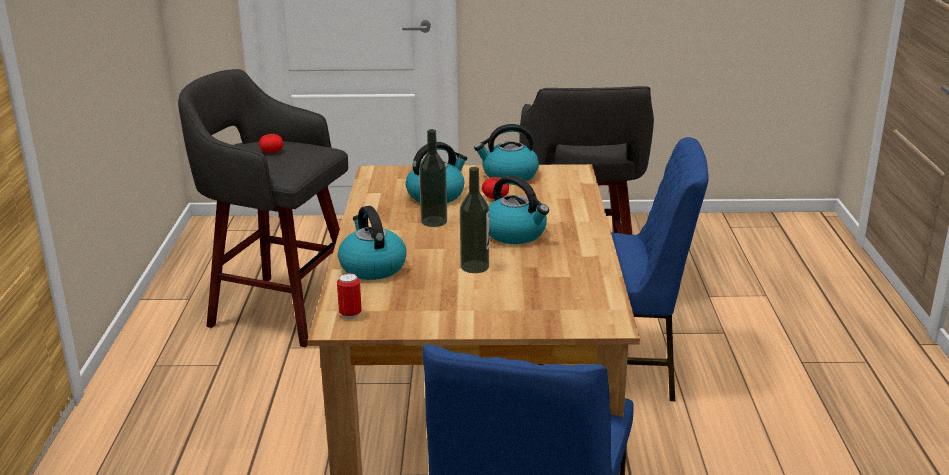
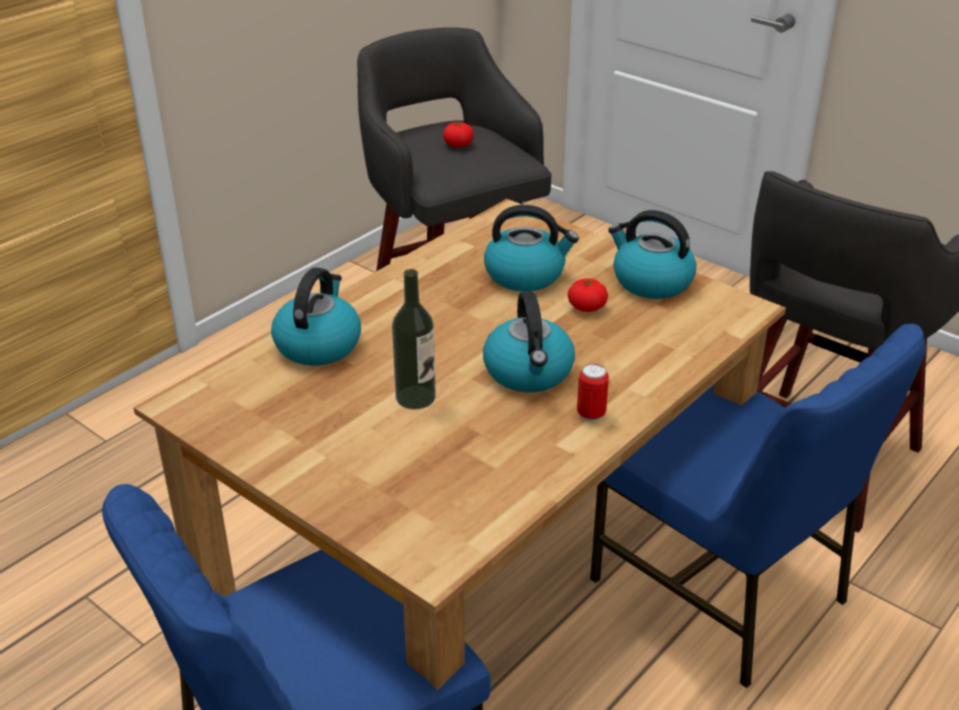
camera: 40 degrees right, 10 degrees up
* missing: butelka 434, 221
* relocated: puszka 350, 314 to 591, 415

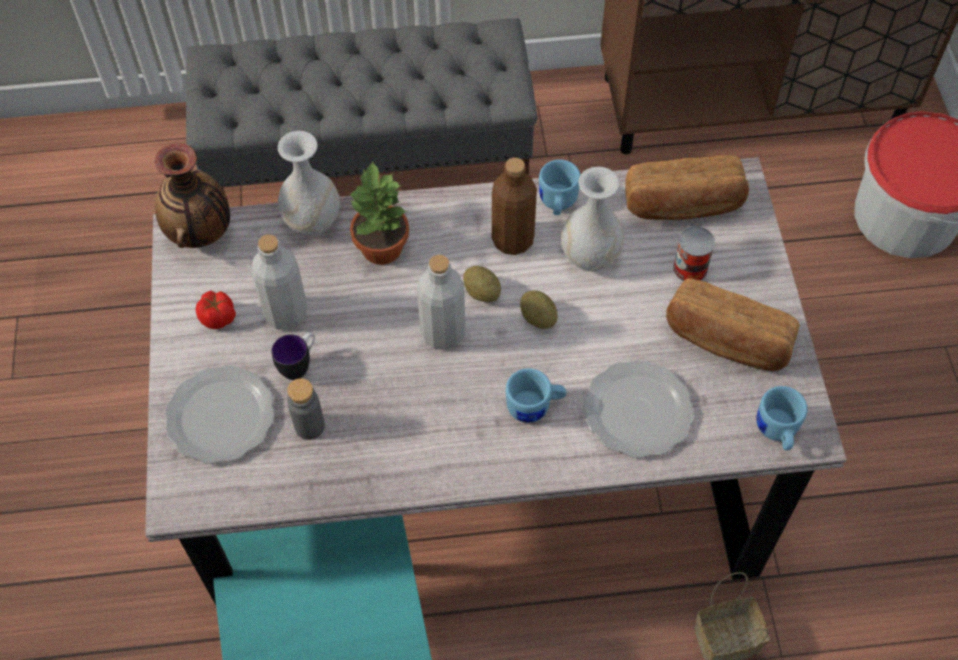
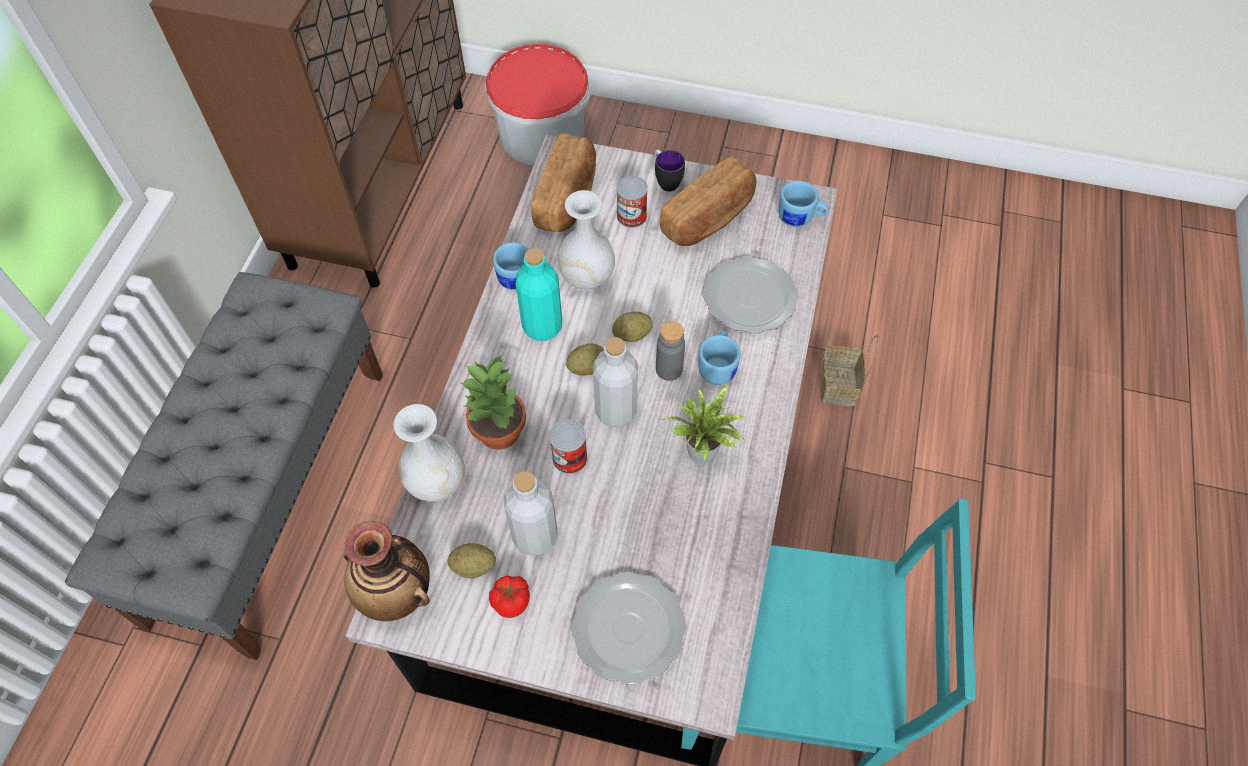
camera: 70 degrees left, 0 degrees up
* appeared: ziemniak 473, 566
* appeared: puszka 569, 458
* appeared: roślina doniczkowa 703, 454
* relocated: kubek 299, 365 to 665, 181
* relocated: butelka [szary] 309, 426 to 669, 369
* colour: butelka [brązowy] 512, 239 to butelka [turkusowy] 542, 326

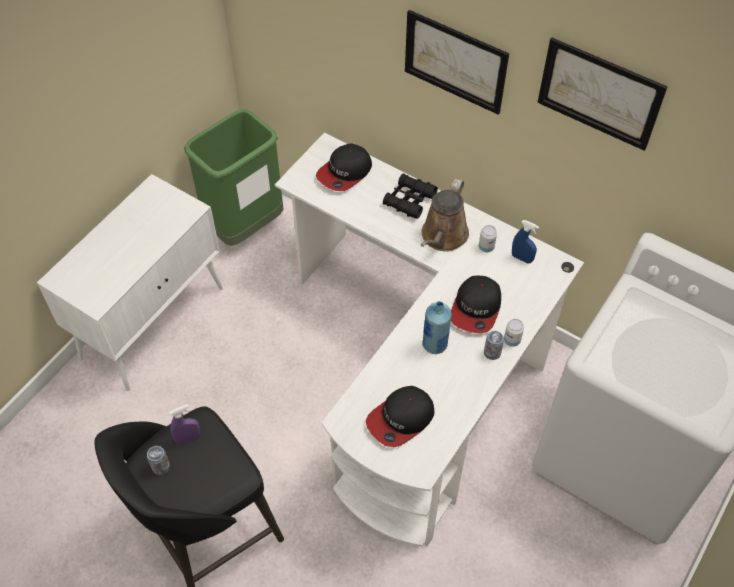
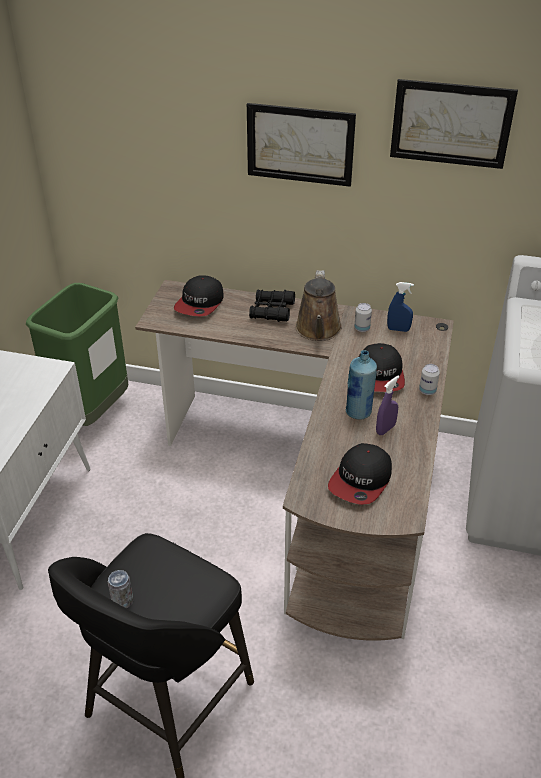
camera: 20 degrees left, 15 degrees down
* missing: puszka 492, 353
* relocated: spryskiwacz [fioletowy] 188, 438 to 385, 429
* colour: biurko [biały] 421, 372 to biurko [brązowy] 320, 487

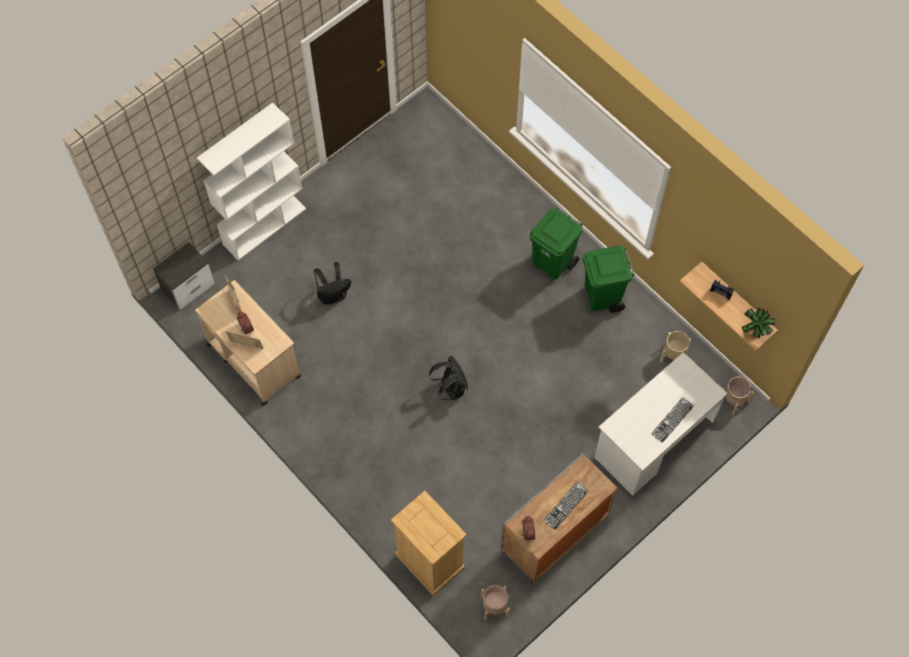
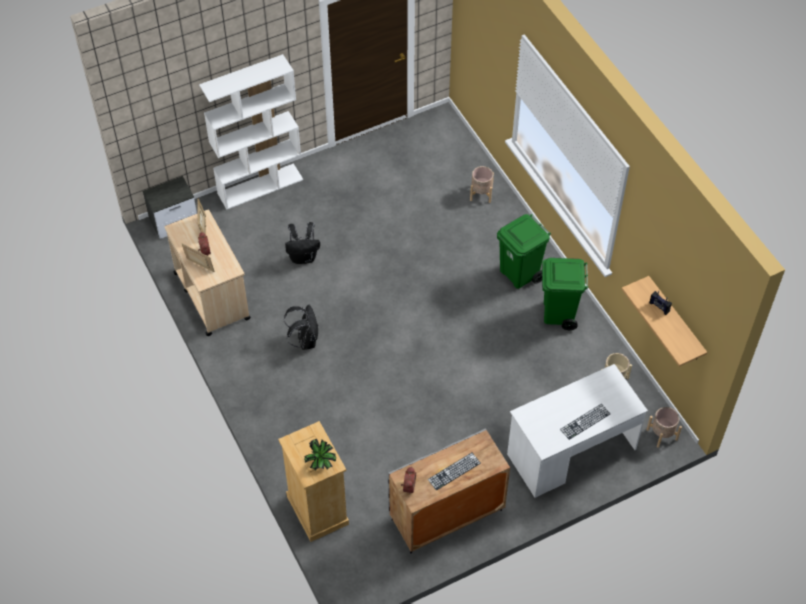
camera: 15 degrees right, 10 degrees down
* relocated: plecak [czarny] 450, 388 to 305, 340
* relocated: donica [beżowy] 495, 606 to 481, 194
* relocated: roślina doniczkowa 755, 331 to 321, 465

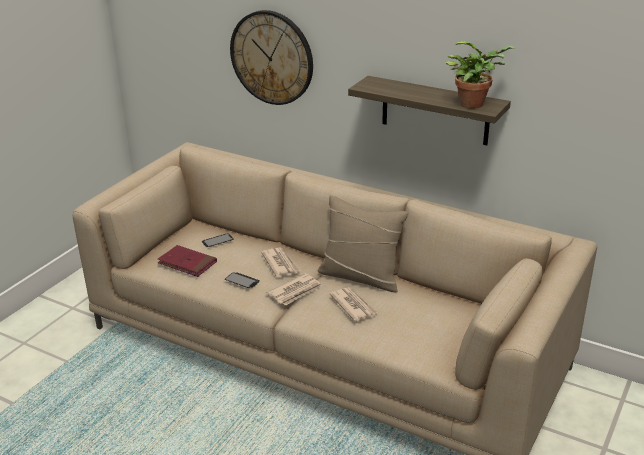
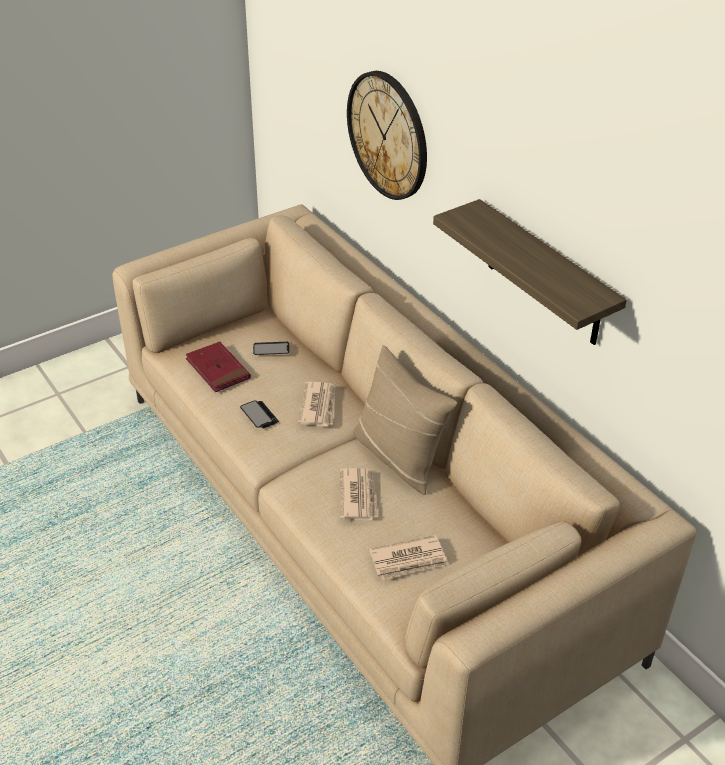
camera: 25 degrees right, 10 degrees up
* missing: roślina doniczkowa 474, 104
* relocated: gazeta 295, 291 to 409, 560

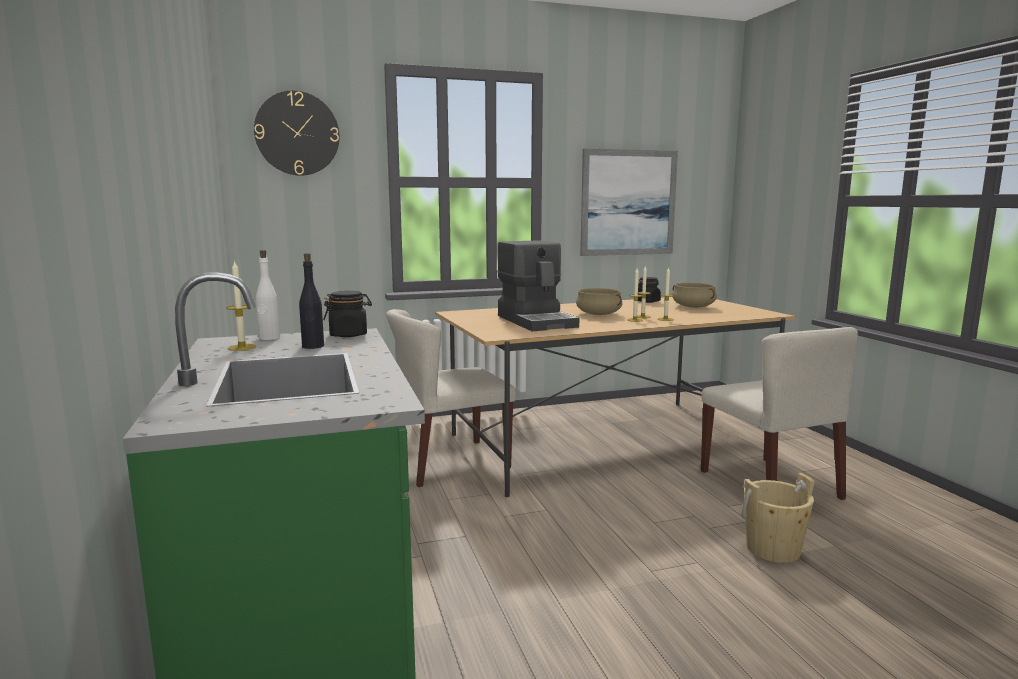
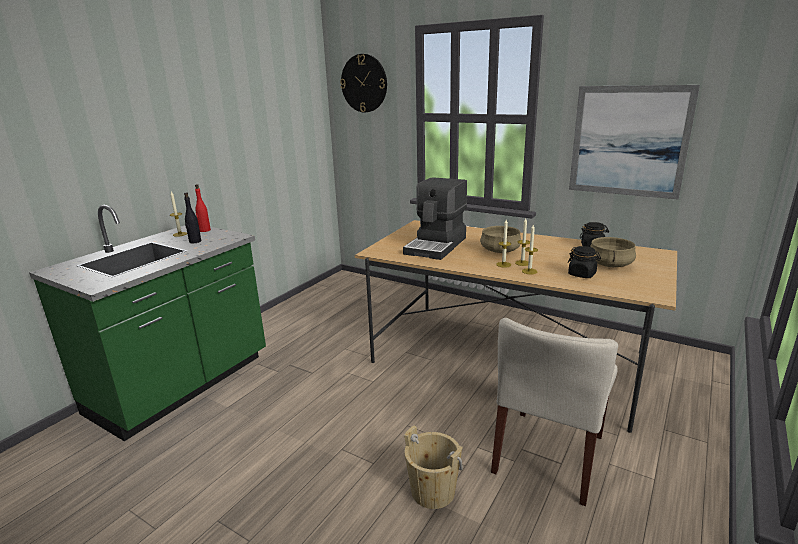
camera: 50 degrees right, 10 degrees up
* missing: krzesło [beżowy] 449, 462
* relocated: słoik [czarny] 349, 334 to 582, 274
* colour: butelka [biały] 269, 338 to butelka [czerwony] 204, 230

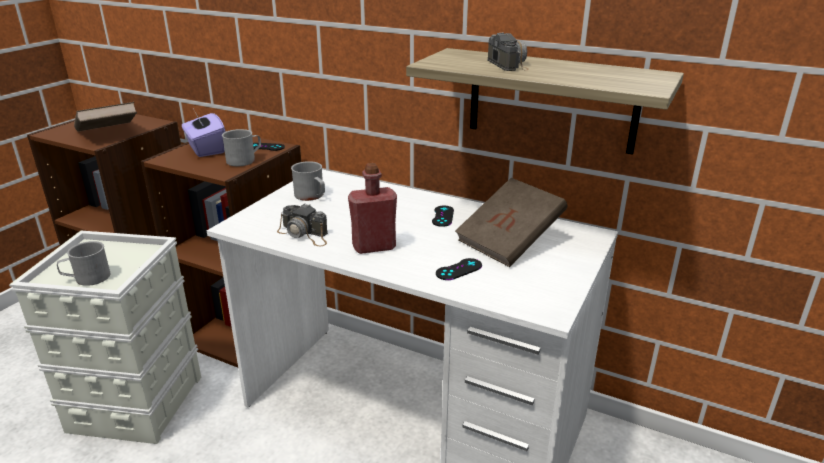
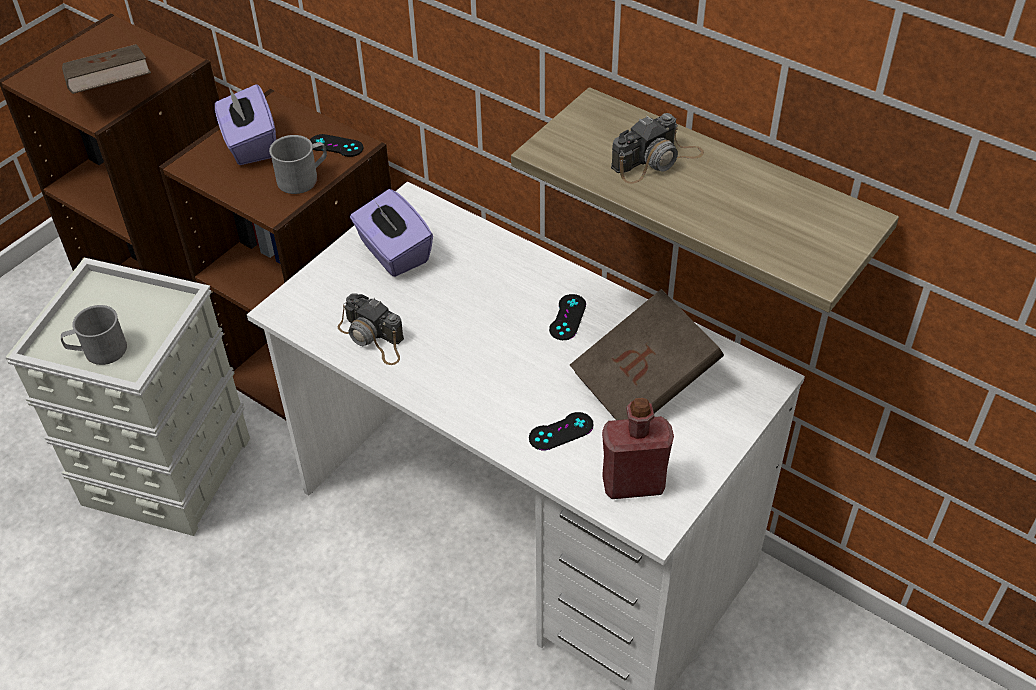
camera: 10 degrees right, 20 degrees up
* relocated: butelka [czerwony] 374, 246 to 633, 484
* exchanged: kubek [szary] 312, 196 to pudełko chusteczek [fioletowy] 393, 252
* spun: aparat fotograficzny 508, 63 = 657, 160 60 degrees clockwise

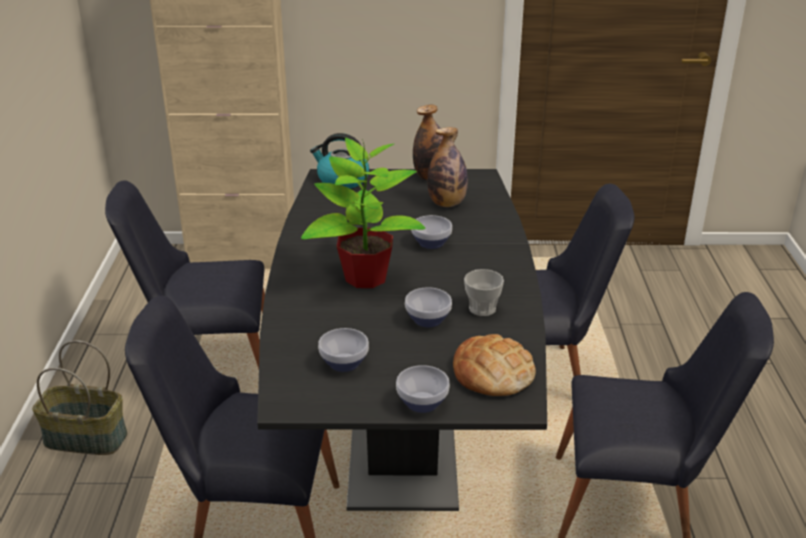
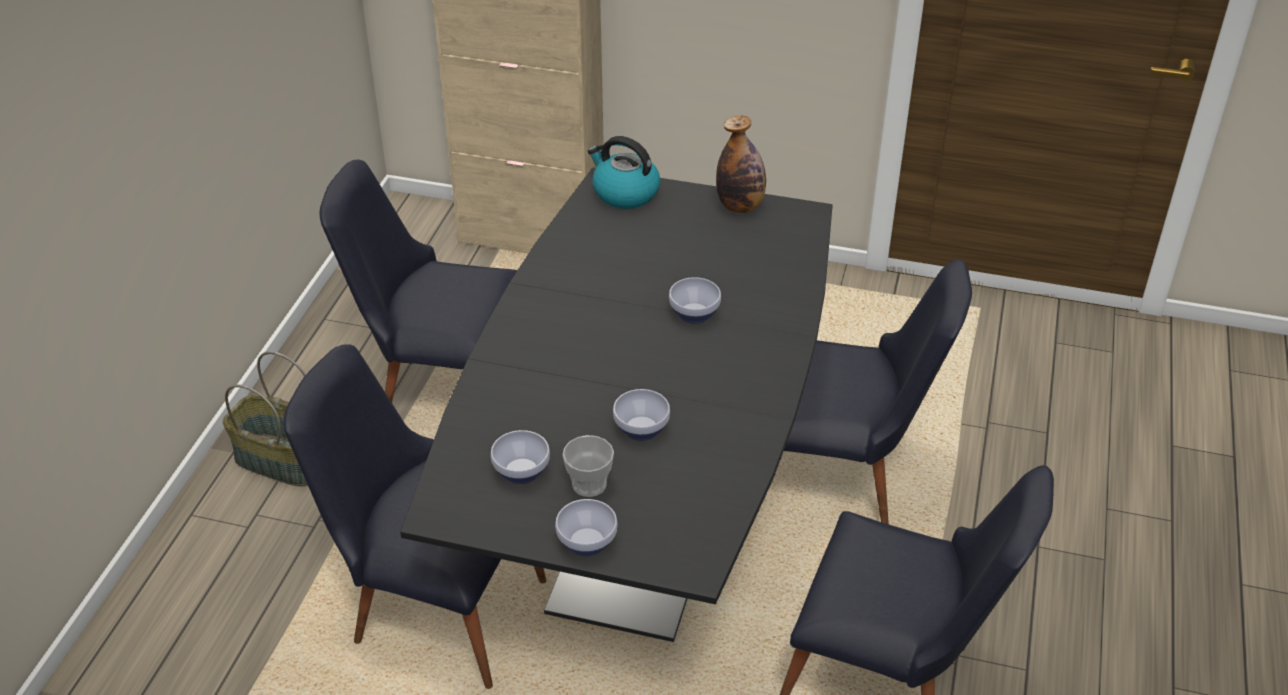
camera: 15 degrees right, 10 degrees up
* missing: roślina doniczkowa 364, 277
* missing: butelka 447, 203
* missing: chleb 493, 373
* relocated: filiżanka 482, 308 to 589, 484

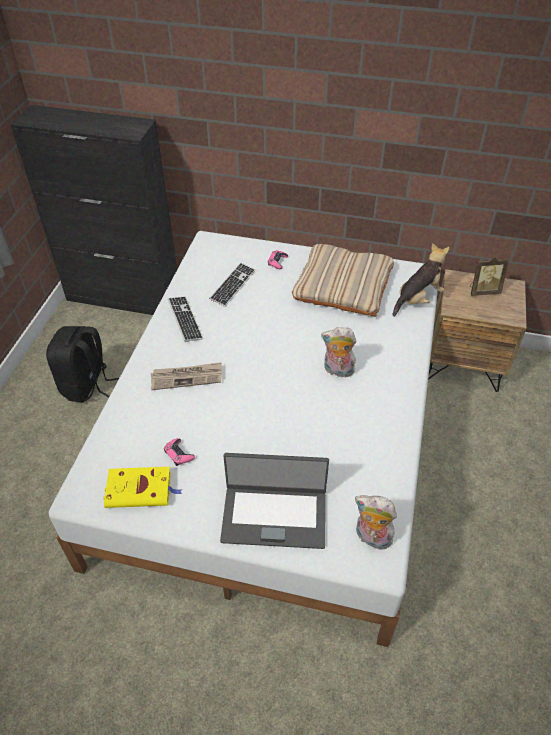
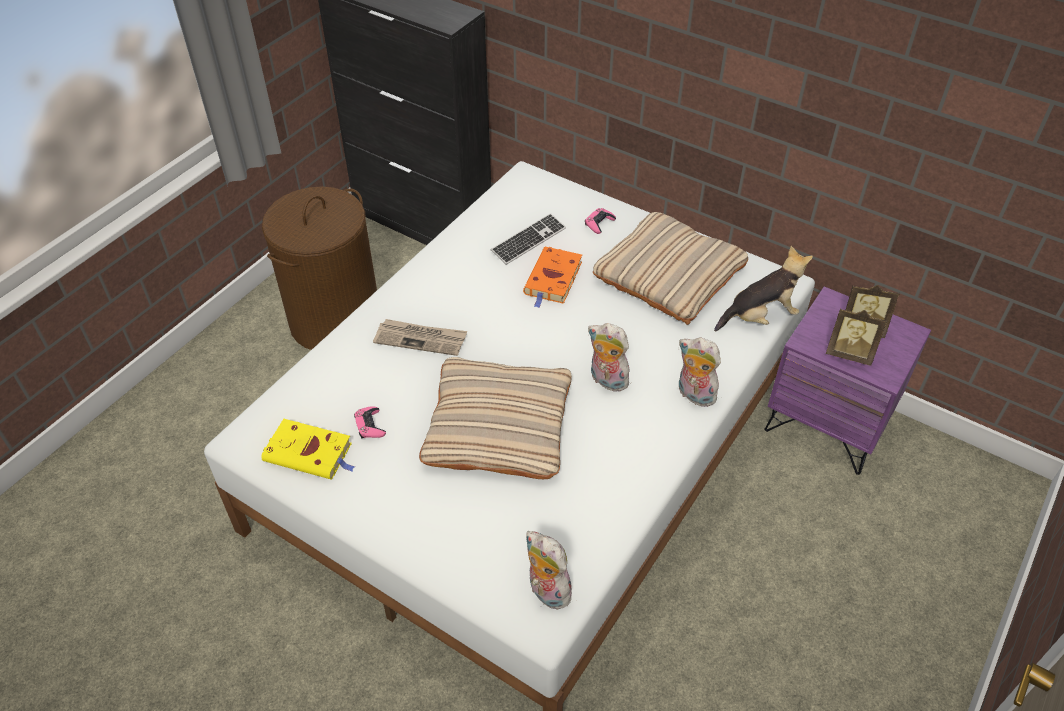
camera: 20 degrees right, 0 degrees up
* missing: klawiatura 185, 319
* missing: laptop 274, 515
* appeared: poduszka [beżowy] 498, 425
* appeared: książka [pomarańczowy] 553, 280
* appeared: pluszak 693, 395
* appeared: ramka na zdjęcie 849, 354
* exchanged: plecak [czarny] 86, 385 to kosz na pranie [brązowy] 335, 321
* colour: szafka nocna [brązowy] 463, 363 to szafka nocna [fioletowy] 827, 423

